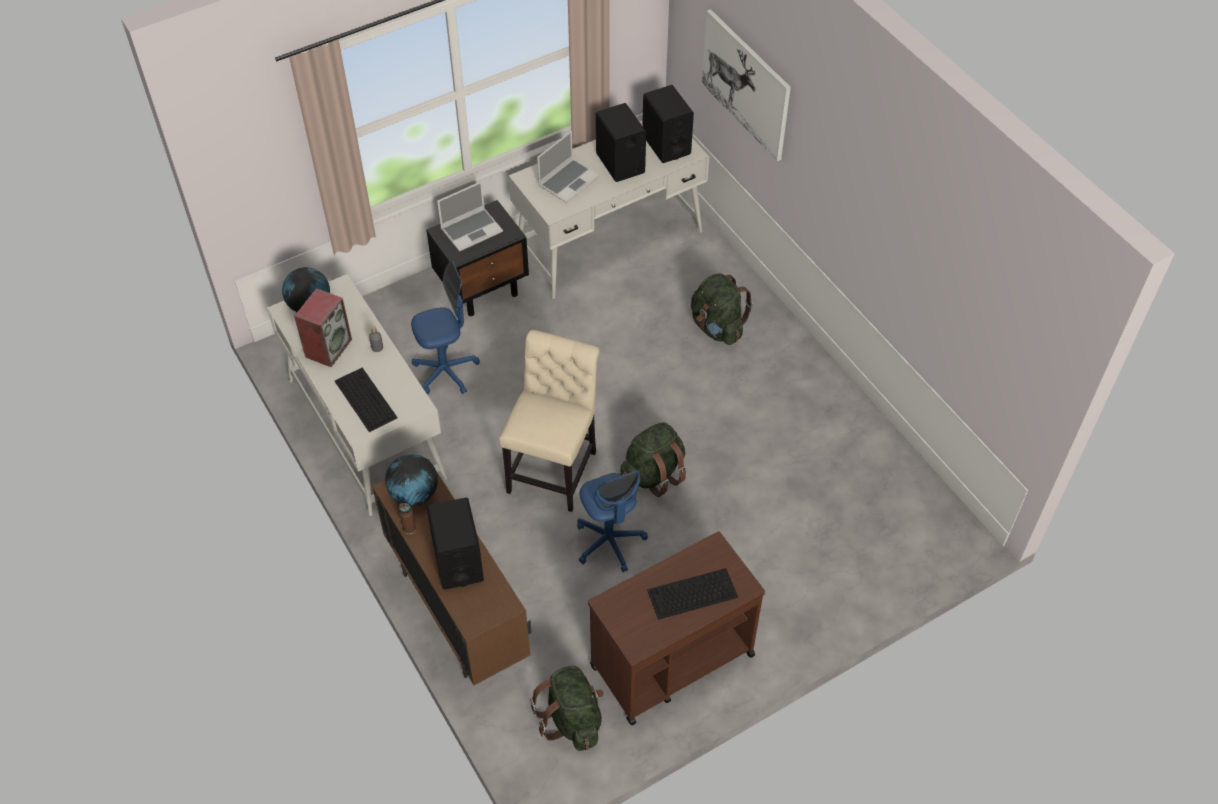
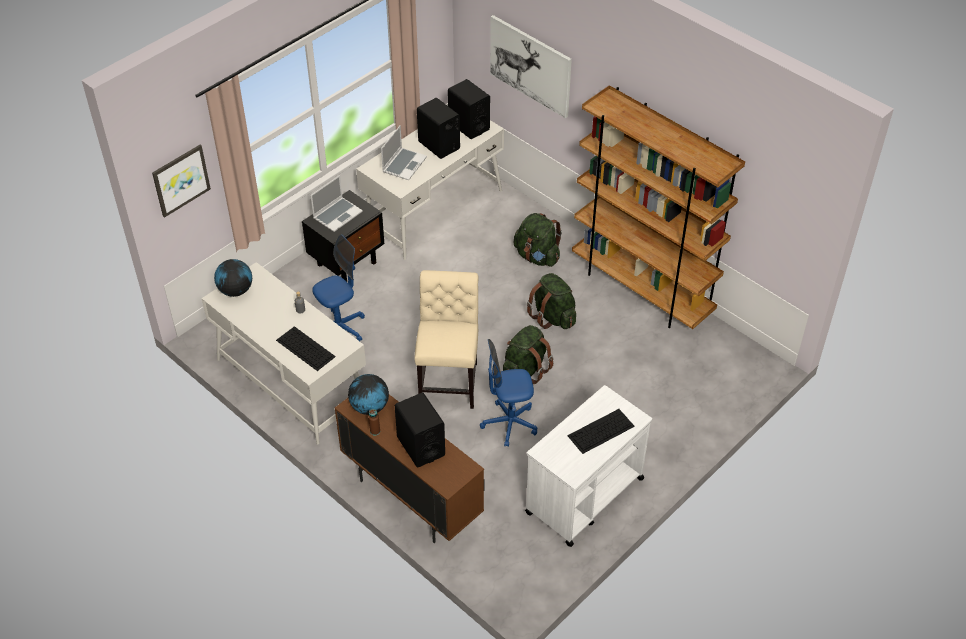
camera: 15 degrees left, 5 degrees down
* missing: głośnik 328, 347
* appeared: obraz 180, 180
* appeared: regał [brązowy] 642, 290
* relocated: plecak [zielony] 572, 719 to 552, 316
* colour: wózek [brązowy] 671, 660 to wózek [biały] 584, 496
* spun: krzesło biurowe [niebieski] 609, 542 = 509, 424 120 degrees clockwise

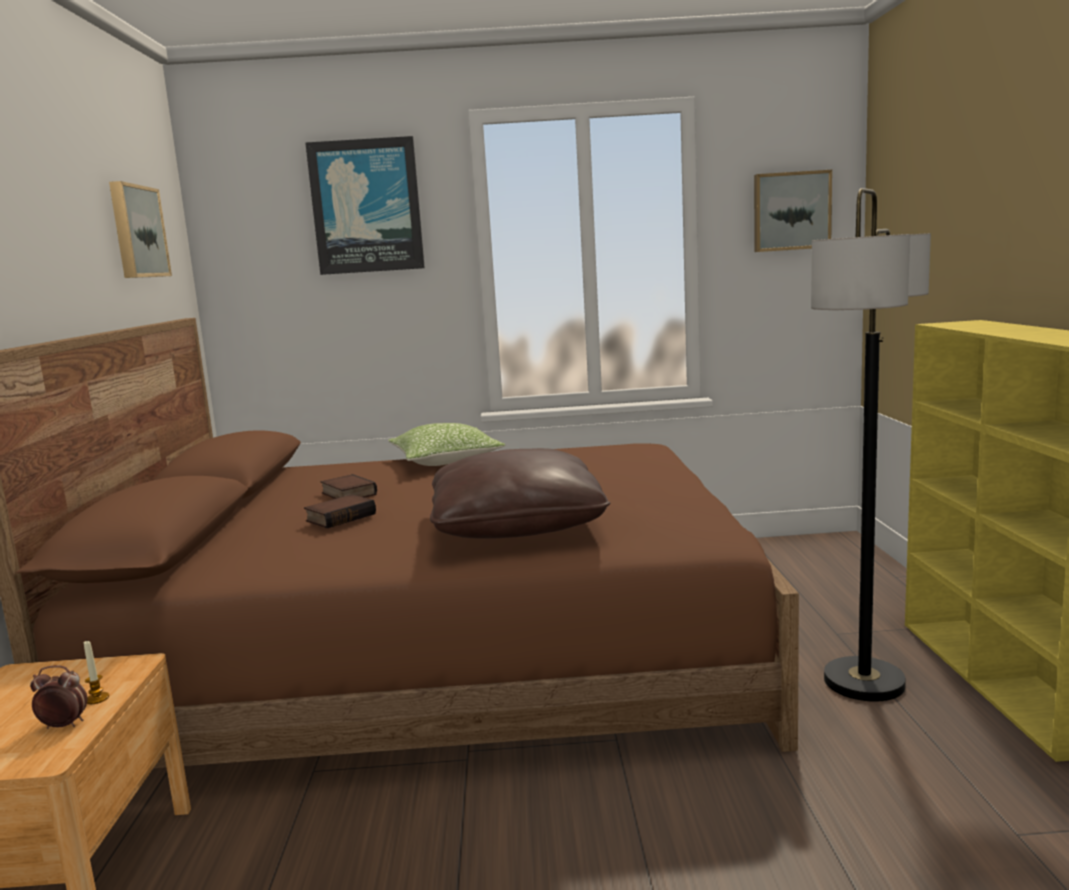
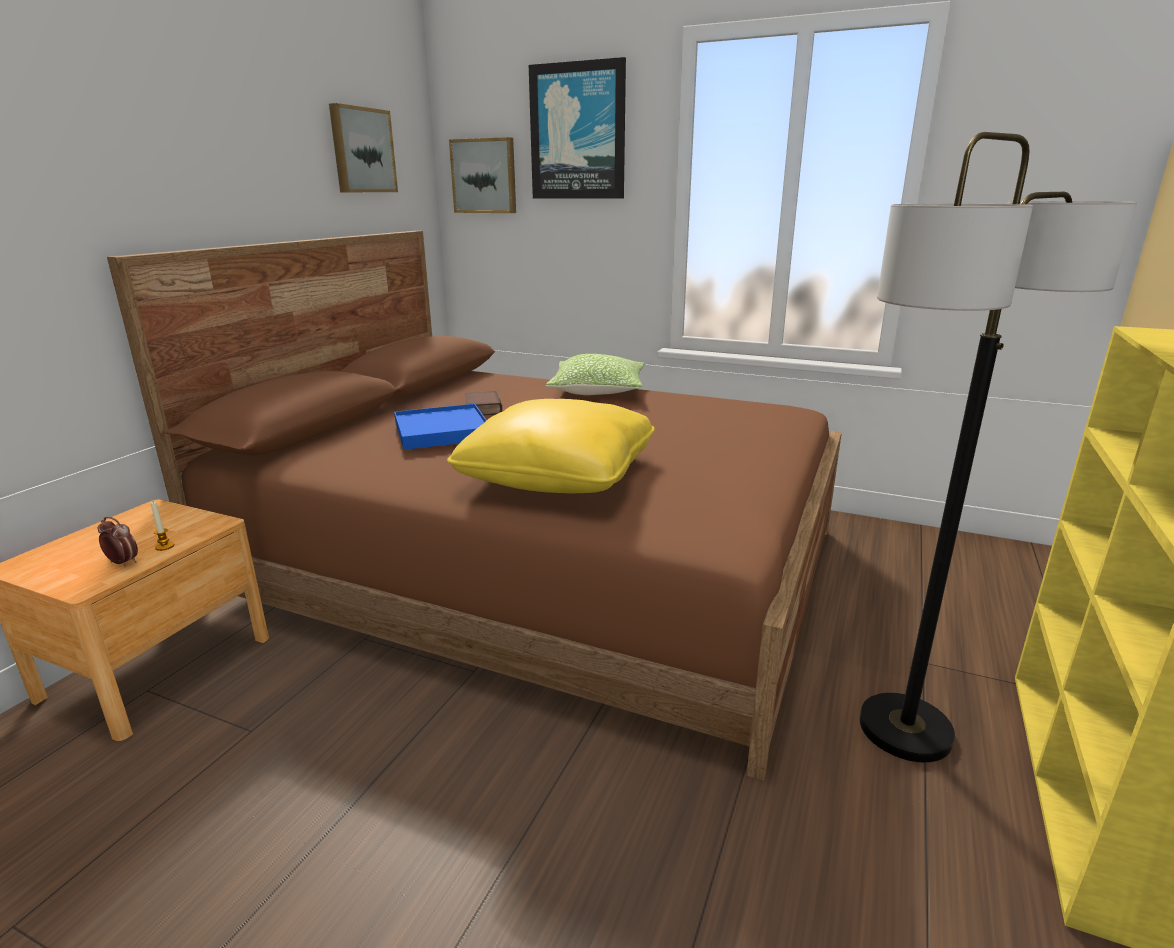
camera: 25 degrees right, 10 degrees up
* relocated: obraz 791, 211 to 485, 176
* exchanged: książka 340, 517 to taca [niebieski] 442, 431
* colour: poduszka [brązowy] 517, 525 to poduszka [żółty] 558, 476

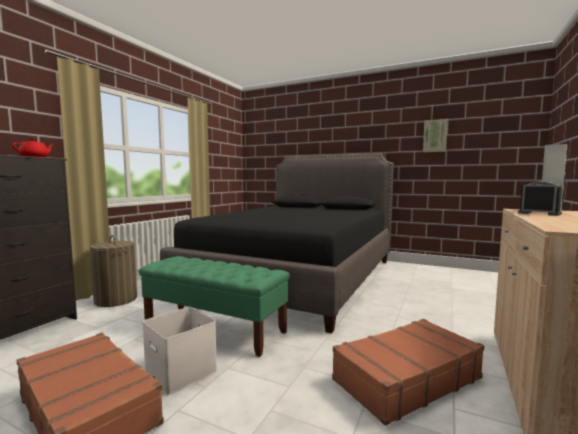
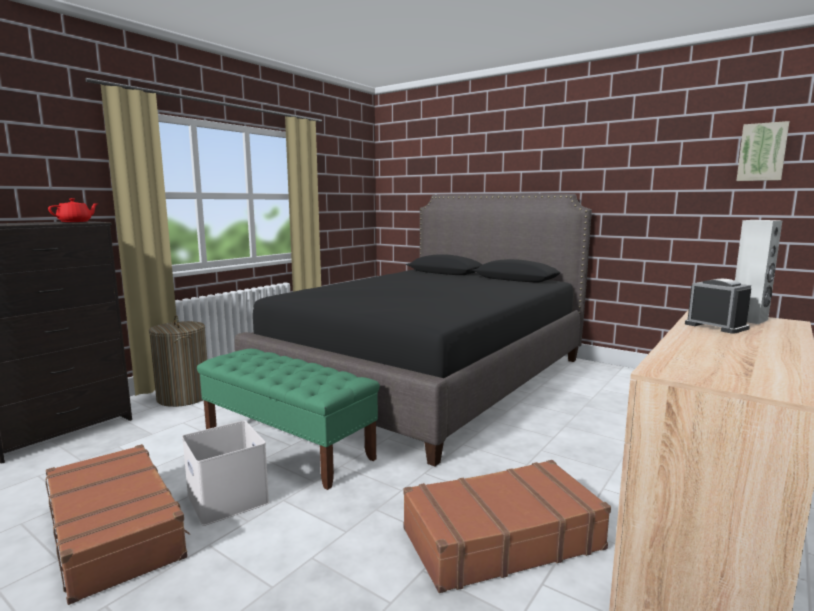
camera: 10 degrees right, 5 degrees up
* relocated: obraz 435, 136 to 762, 152

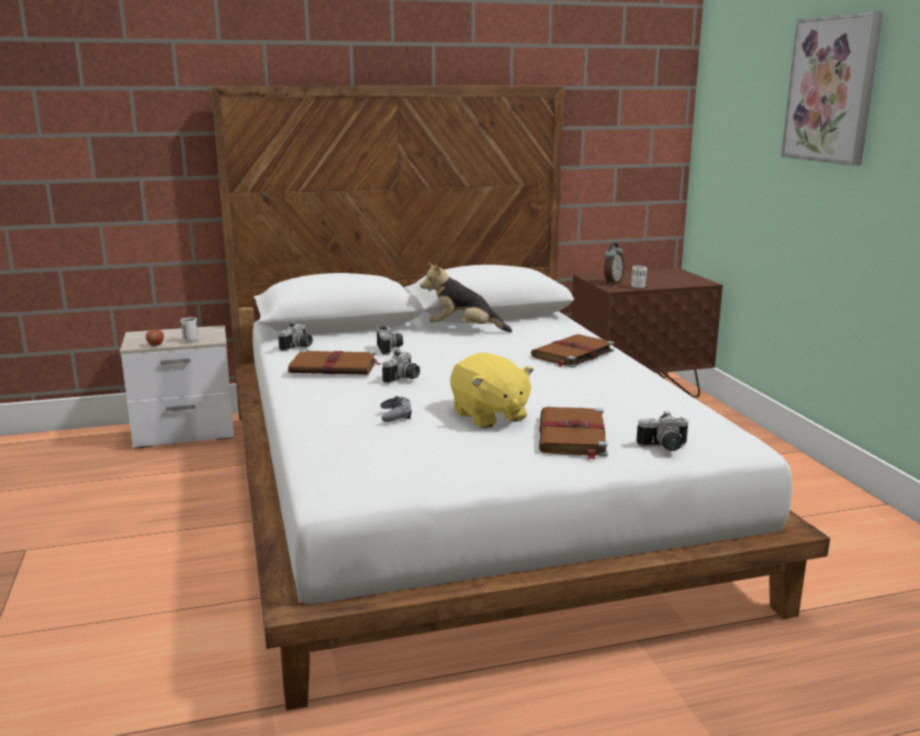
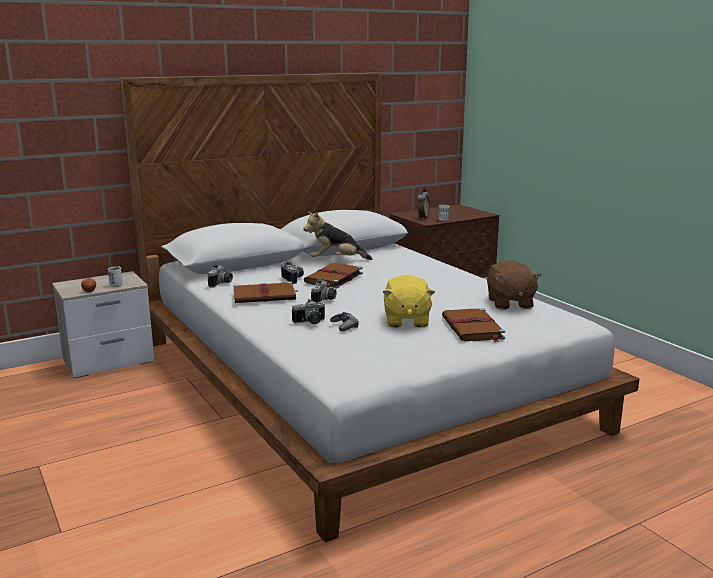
camera: 15 degrees left, 0 degrees up
* missing: obraz 831, 90
* appeared: pluszak [brązowy] 509, 303
* relocated: książka [brązowy] 572, 354 to 333, 278
* relocated: aparat fotograficzny 664, 447 to 310, 322
* spun: pluszak [żółty] 489, 416 = 406, 320 45 degrees clockwise

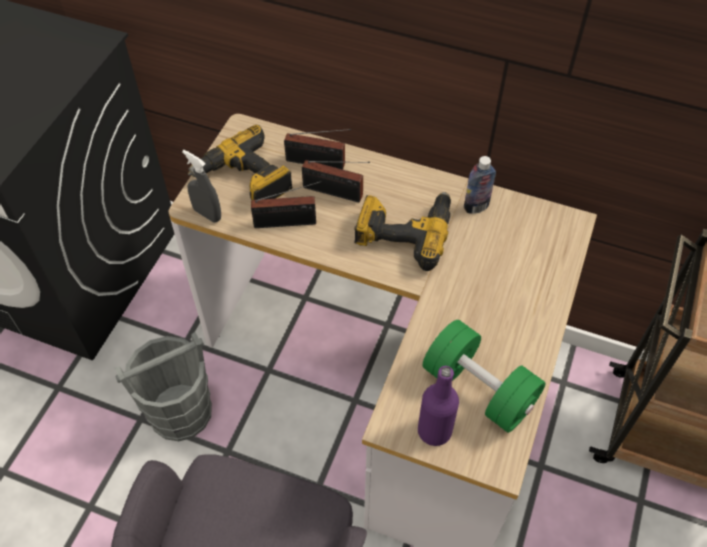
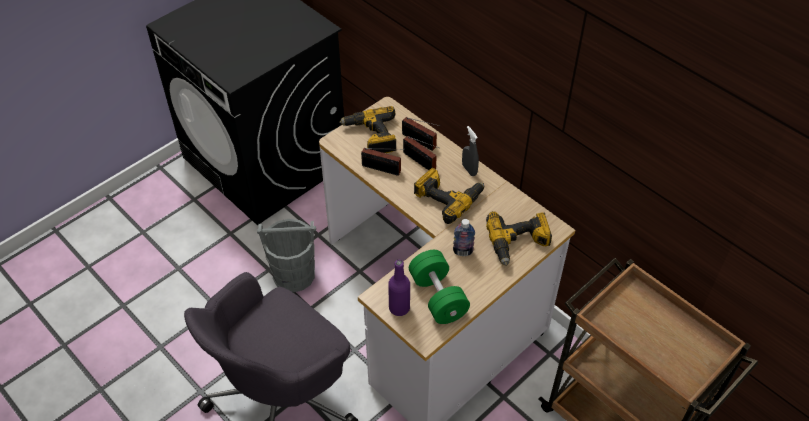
camera: 25 degrees right, 5 degrees down
* appeared: wiertarka 518, 243
* relocated: spryskiwacz [szary] 207, 214 to 469, 170
* relocated: butelka 476, 207 to 463, 251

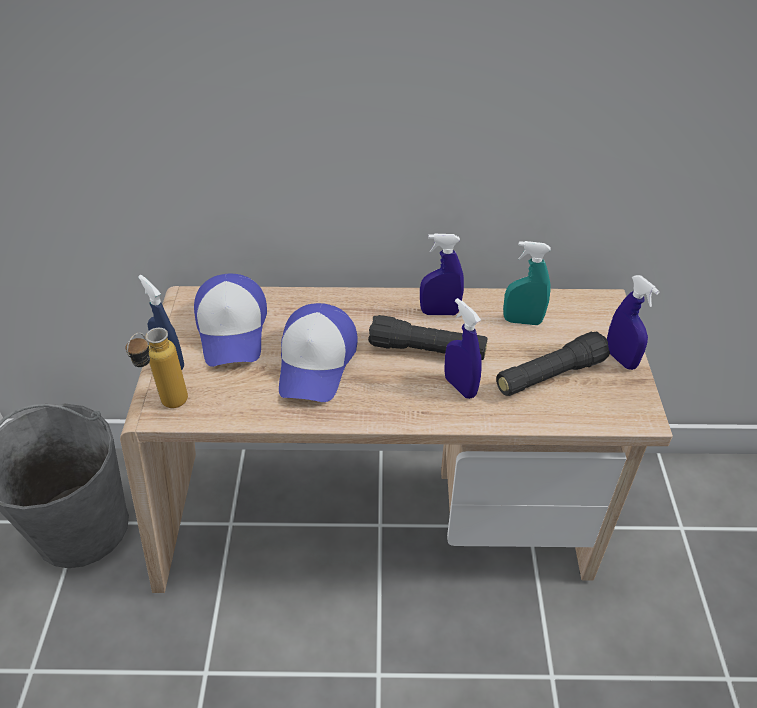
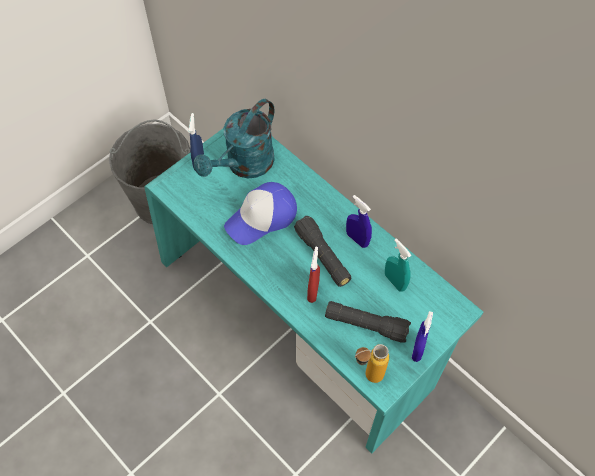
camera: 45 degrees right, 15 degrees up
* relocated: butelka 167, 407 to 367, 376
* exchanged: czapka z daszkiem 233, 330 to konewka [turkusowy] 244, 166
* colour: biurko [beżowy] 378, 523 to biurko [turkusowy] 297, 321
* colour: spryskiwacz [niebieski] 460, 387 to spryskiwacz [czerwony] 313, 291

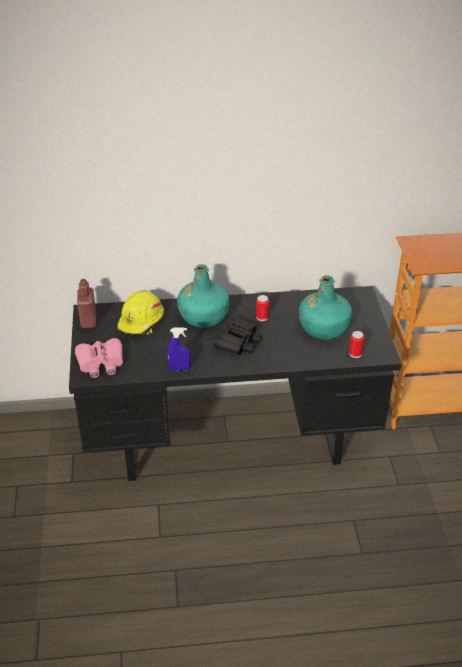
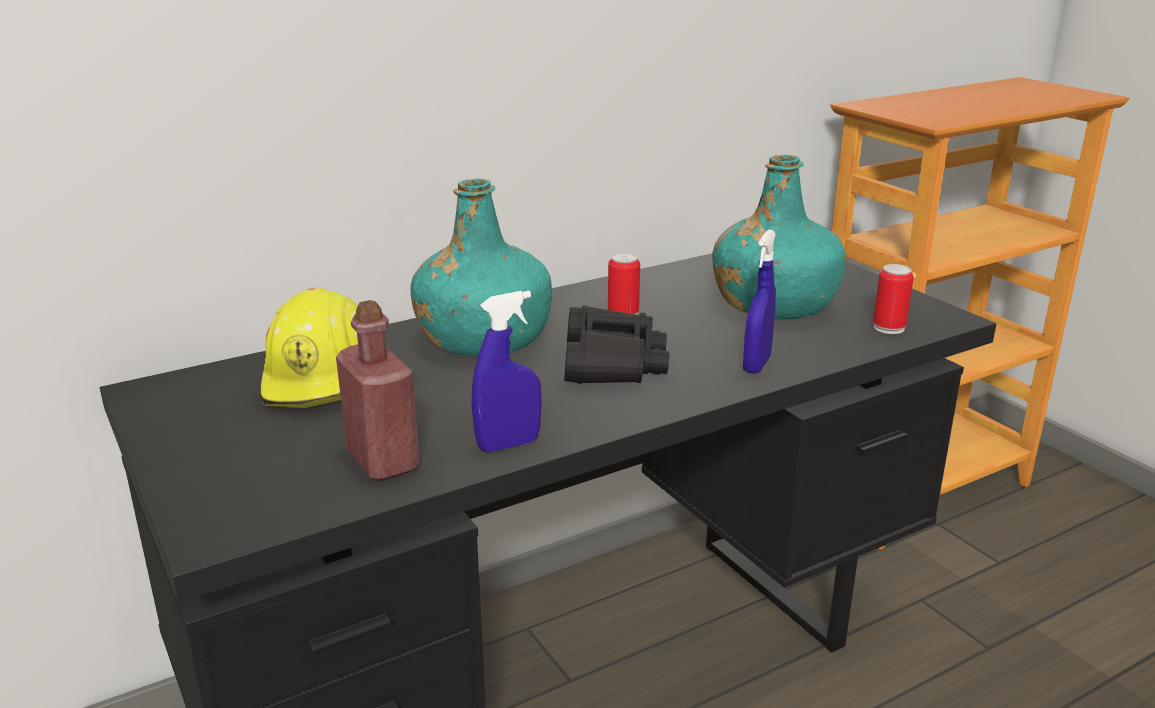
camera: 25 degrees left, 15 degrees down
* missing: lornetka [różowy] 100, 363
* appeared: spryskiwacz [niebieski] 756, 365
* relocated: butelka [czerwony] 88, 321 to 383, 461

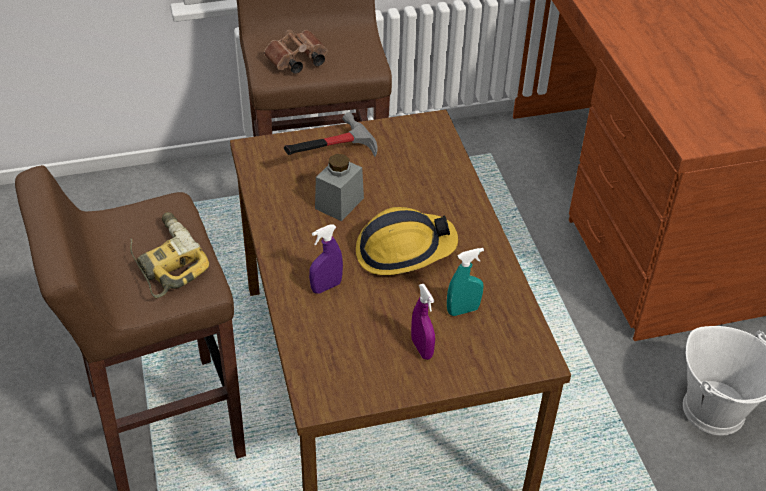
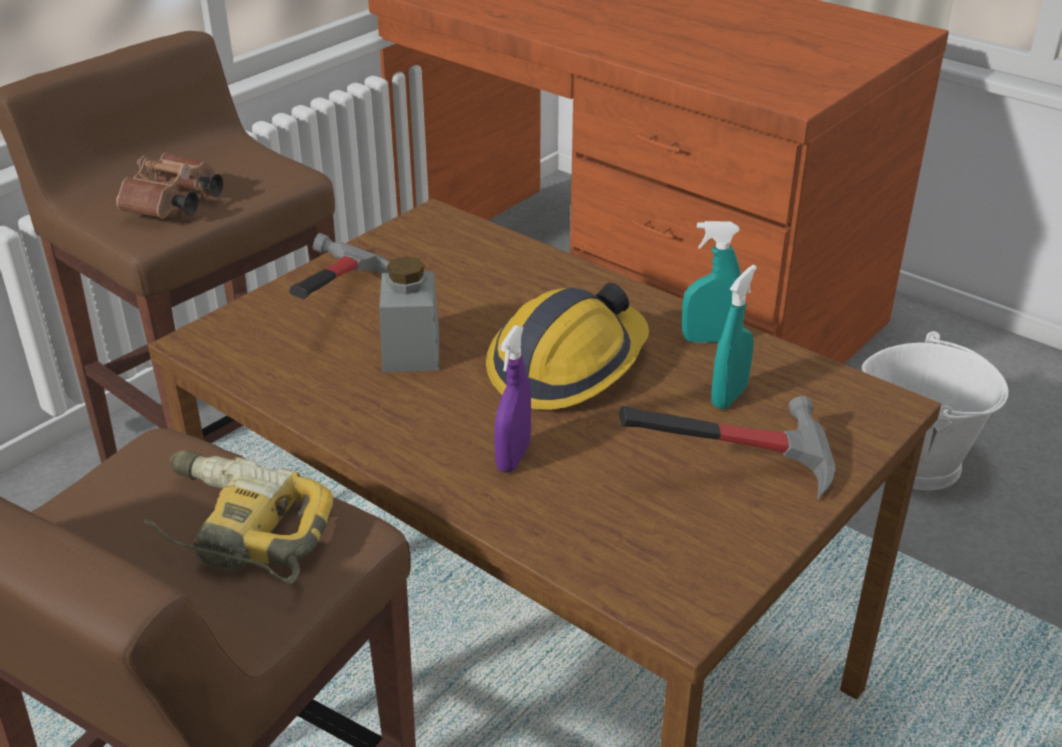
camera: 35 degrees left, 10 degrees down
* appeared: spryskiwacz [turkusowy] 708, 339
* exchanged: spryskiwacz [fioletowy] 422, 348 to młotek 735, 466

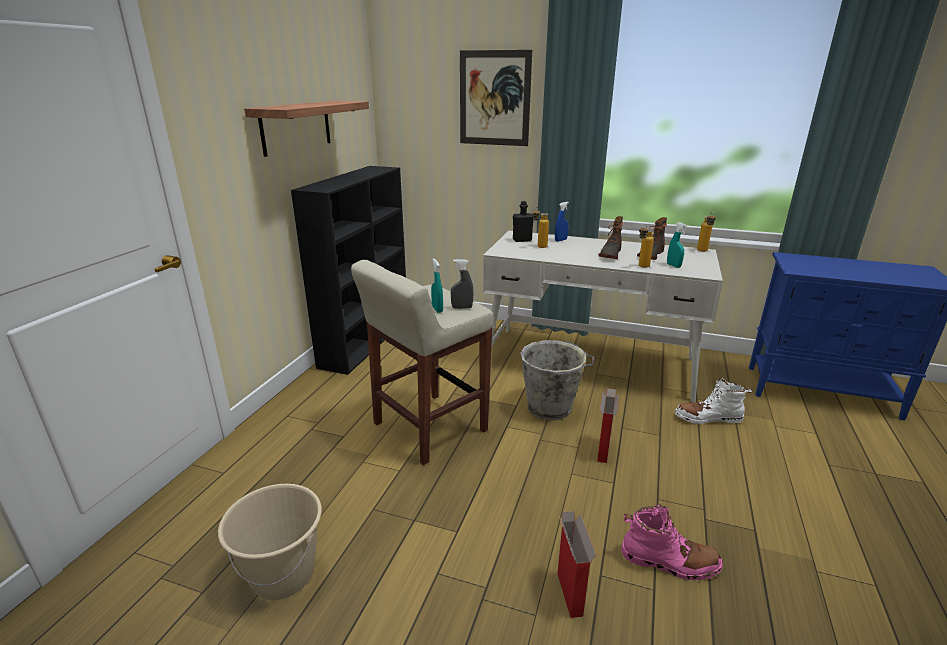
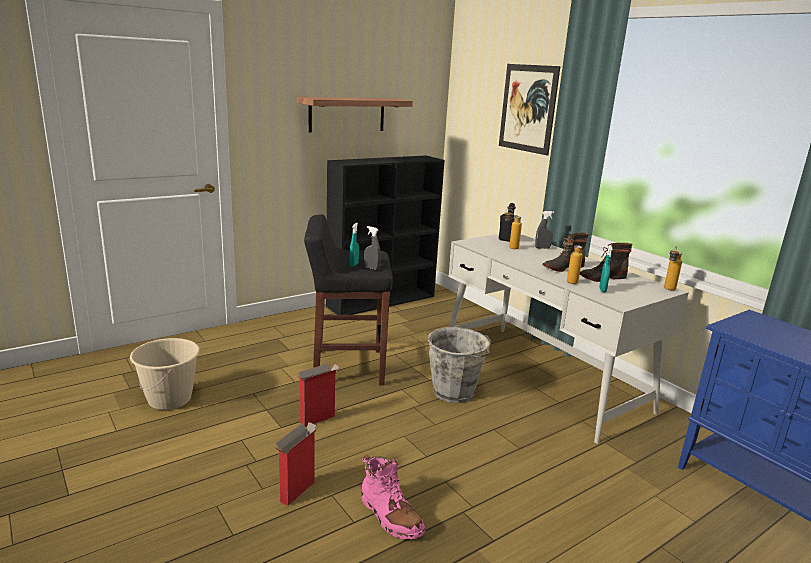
camera: 35 degrees right, 5 degrees down
* missing: but z cholewką [biały] 708, 418
* relocated: karton 603, 450 to 318, 419
* colour: stołek [beżowy] 428, 428 to stołek [czarny] 346, 367
* colour: spryskiwacz [niebieski] 560, 240 to spryskiwacz [szary] 542, 248

